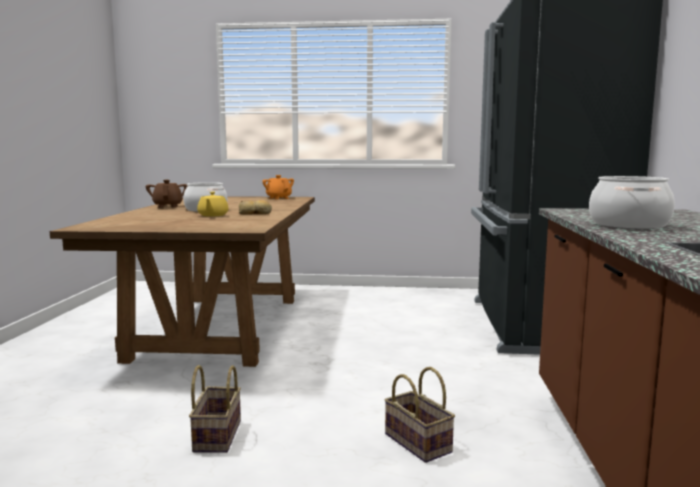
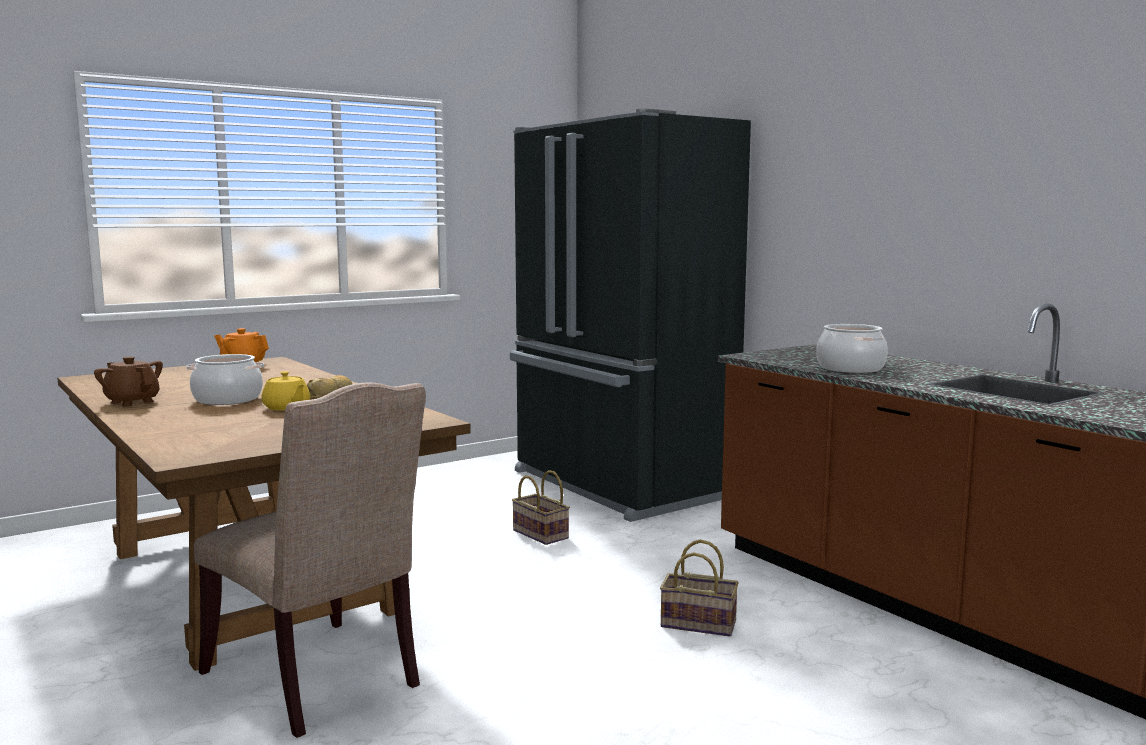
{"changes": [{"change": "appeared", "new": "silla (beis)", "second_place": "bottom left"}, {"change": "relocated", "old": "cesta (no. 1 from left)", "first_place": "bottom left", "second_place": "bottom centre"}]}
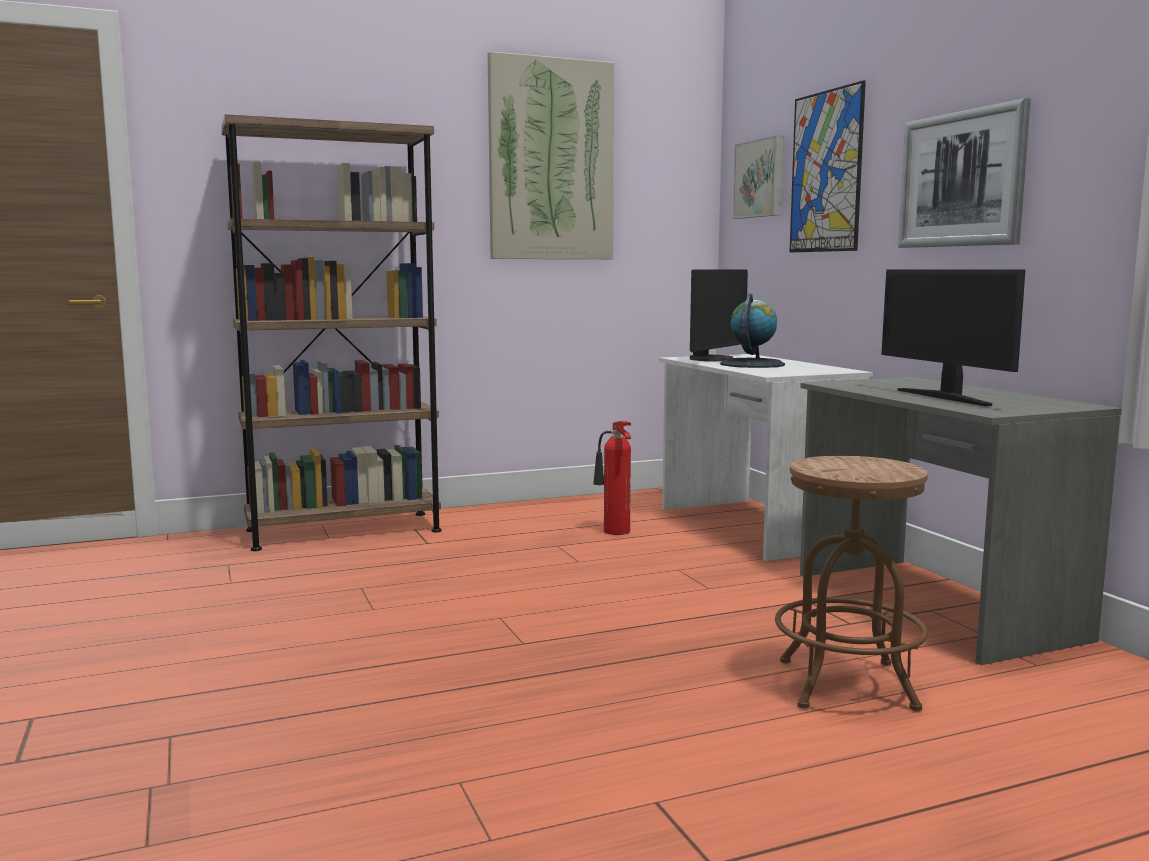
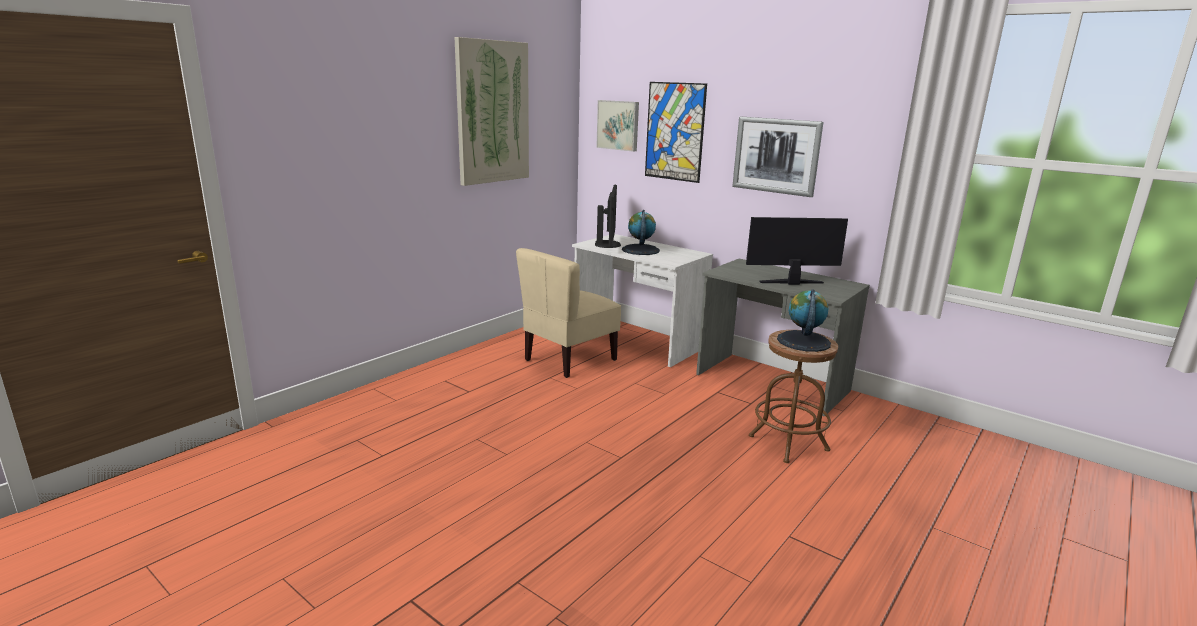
{"changes": [{"change": "missing", "old": "estantería (marrón)", "first_place": "middle left"}, {"change": "appeared", "new": "globo terráqueo (no. 2 from left)", "second_place": "middle right"}, {"change": "exchanged", "old": "extintor", "new": "silla (beis)", "first_place": "centre", "second_place": "centre"}, {"change": "spun", "old": "monitor (no. 2 from left)", "first_place": "middle right", "second_place": "centre", "degrees": 135}]}
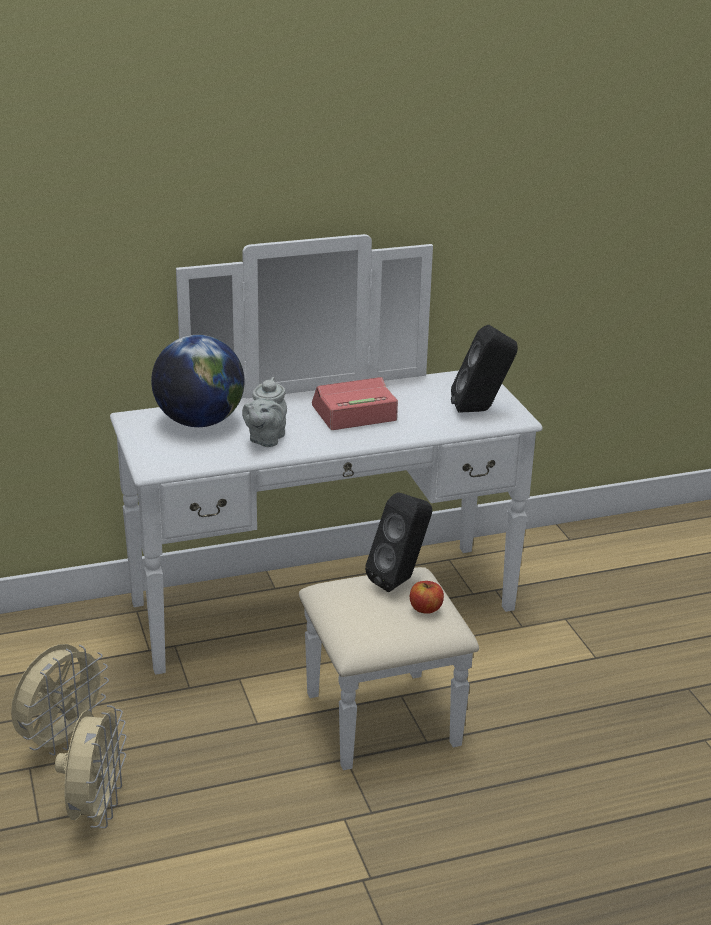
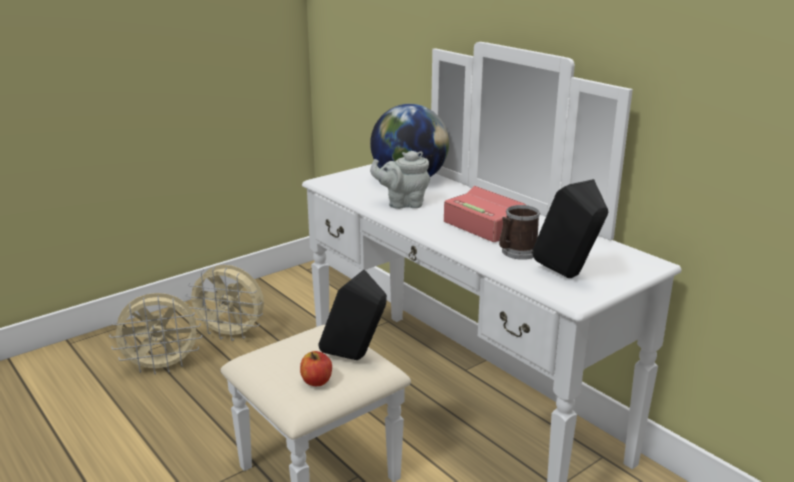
{"changes": [{"change": "appeared", "new": "taza grande", "second_place": "centre"}]}
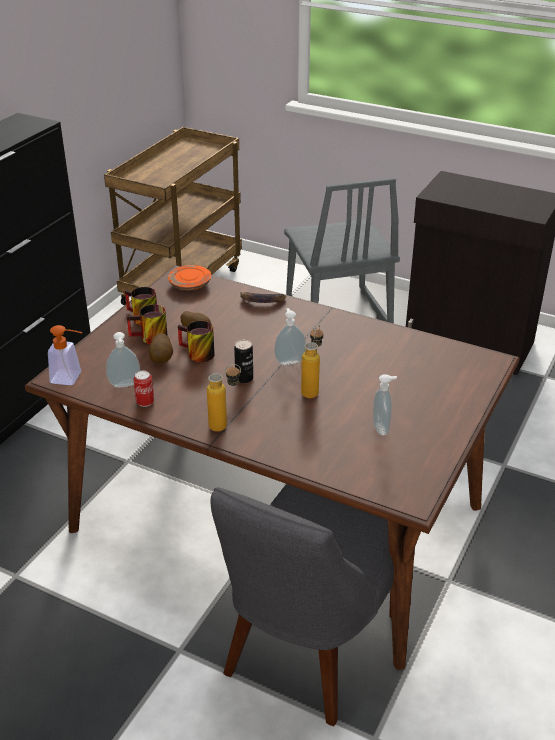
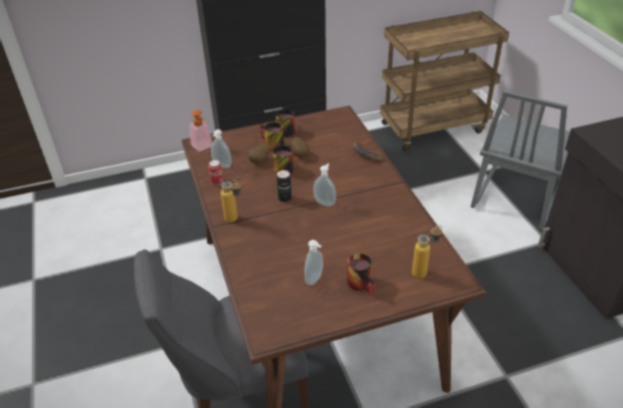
{"changes": [{"change": "missing", "old": "plato (naranja)", "first_place": "centre"}, {"change": "appeared", "new": "taza grande (no. 4 from left)", "second_place": "bottom centre"}, {"change": "relocated", "old": "botella (no. 2 from left)", "first_place": "centre", "second_place": "middle right"}]}
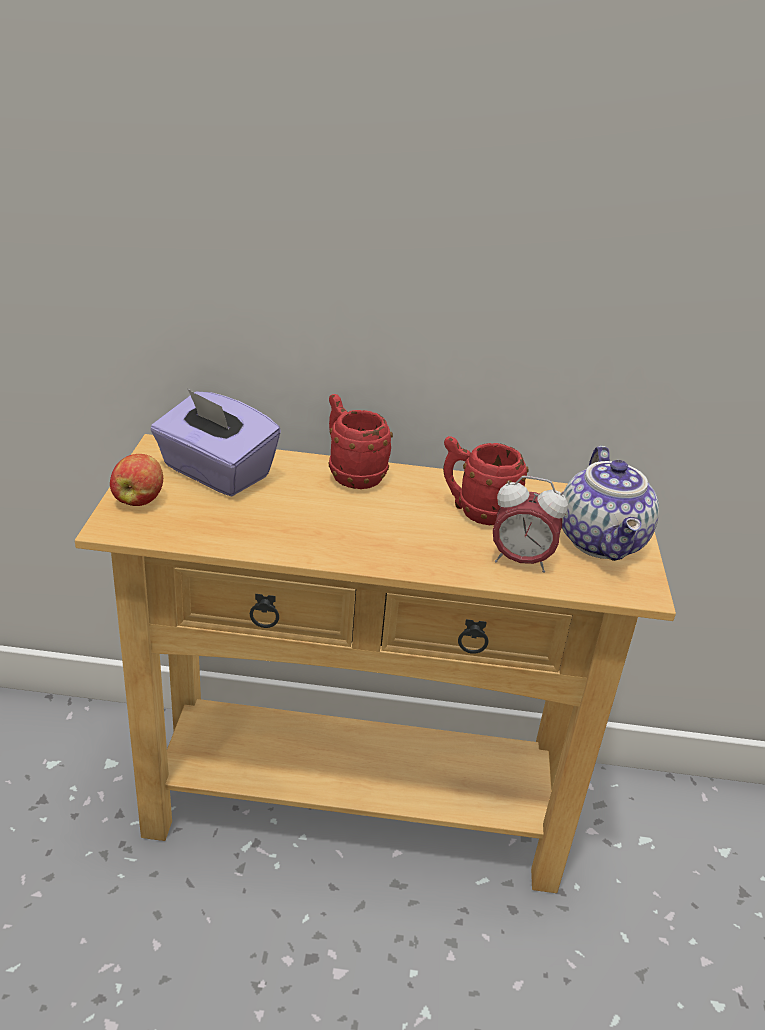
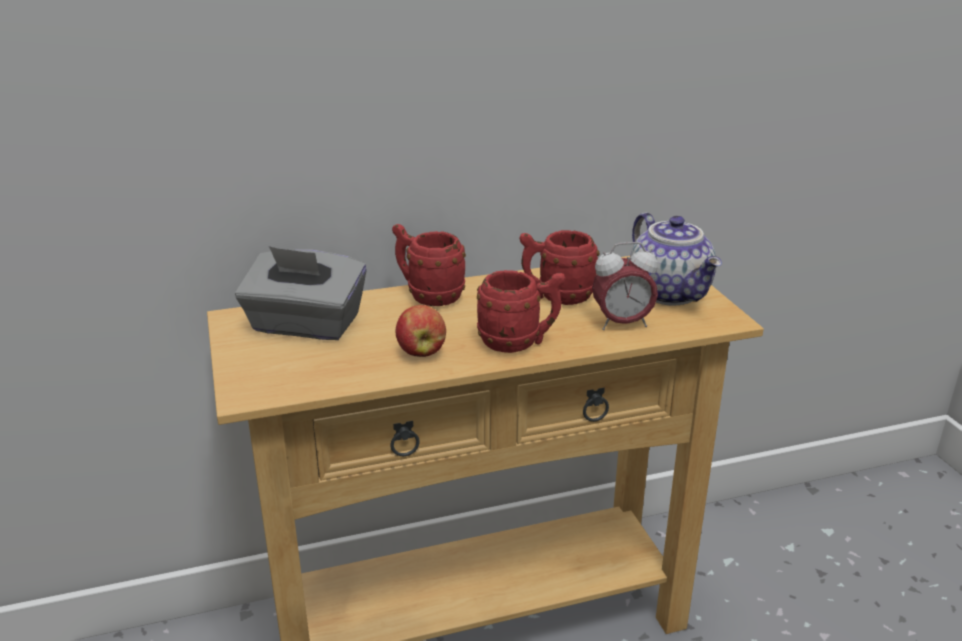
{"changes": [{"change": "appeared", "new": "taza grande (rojo) (no. 2 from left)", "second_place": "centre"}, {"change": "relocated", "old": "manzana", "first_place": "middle left", "second_place": "centre"}, {"change": "colour", "old": "caja de pañuelos (morado)", "new": "caja de pañuelos (gris)", "first_place": "middle left", "second_place": "middle left"}]}
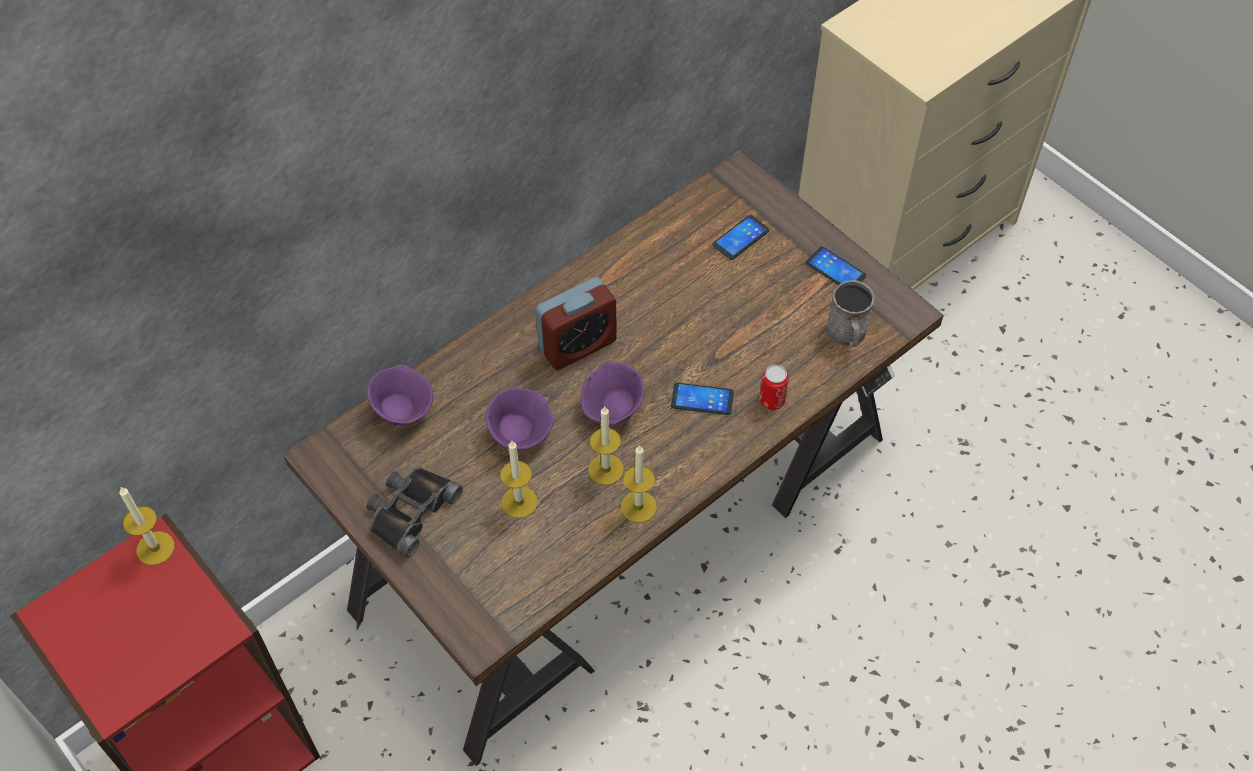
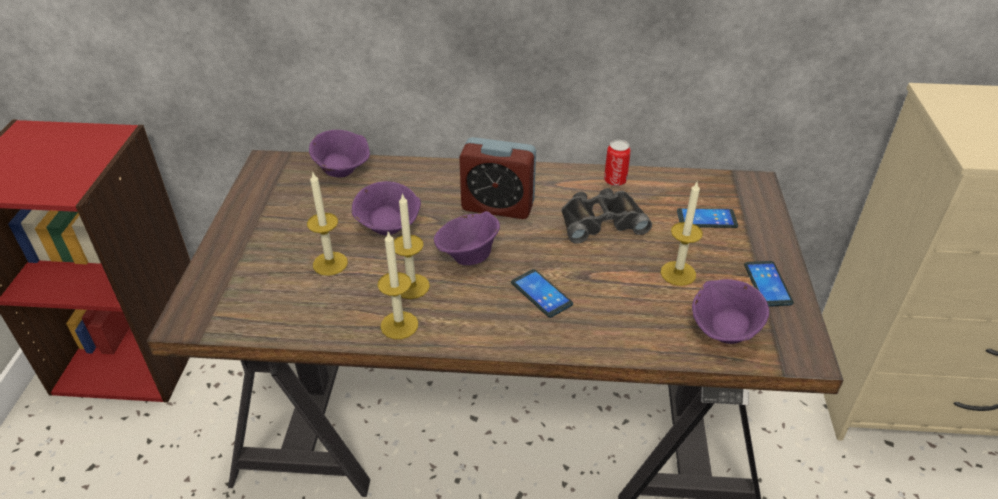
{"changes": [{"change": "relocated", "old": "vela (no. 1 from left in the first image)", "new": "vela (no. 4 from left)", "first_place": "bottom left", "second_place": "middle right"}, {"change": "relocated", "old": "prismáticos (negro)", "first_place": "middle left", "second_place": "centre"}, {"change": "relocated", "old": "lata", "first_place": "centre", "second_place": "top centre"}, {"change": "exchanged", "old": "taza grande (gris)", "new": "cuenco (morado) (no. 4 from left)", "first_place": "middle right", "second_place": "middle right"}]}
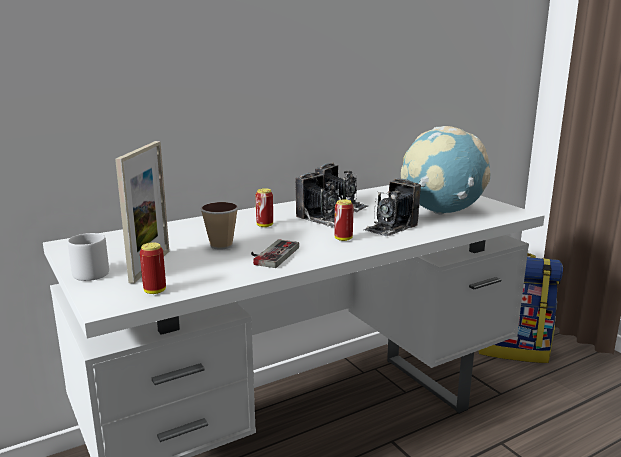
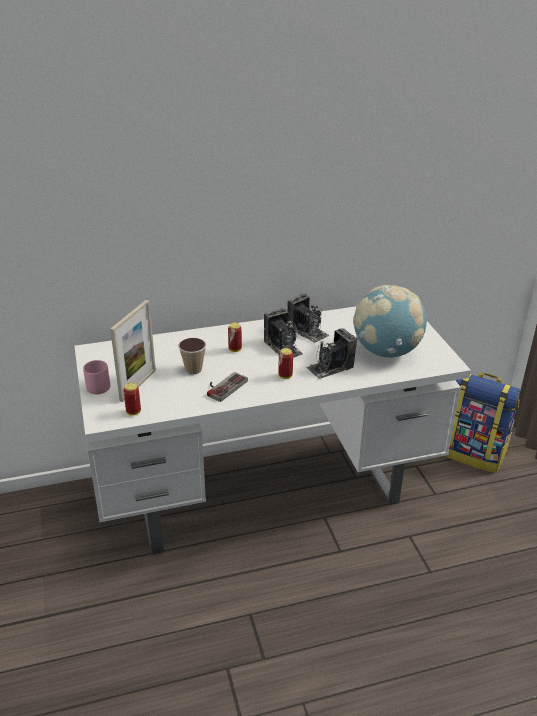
{"changes": [{"change": "colour", "old": "taza grande (gris)", "new": "taza grande (rosa)", "first_place": "middle left", "second_place": "middle left"}]}
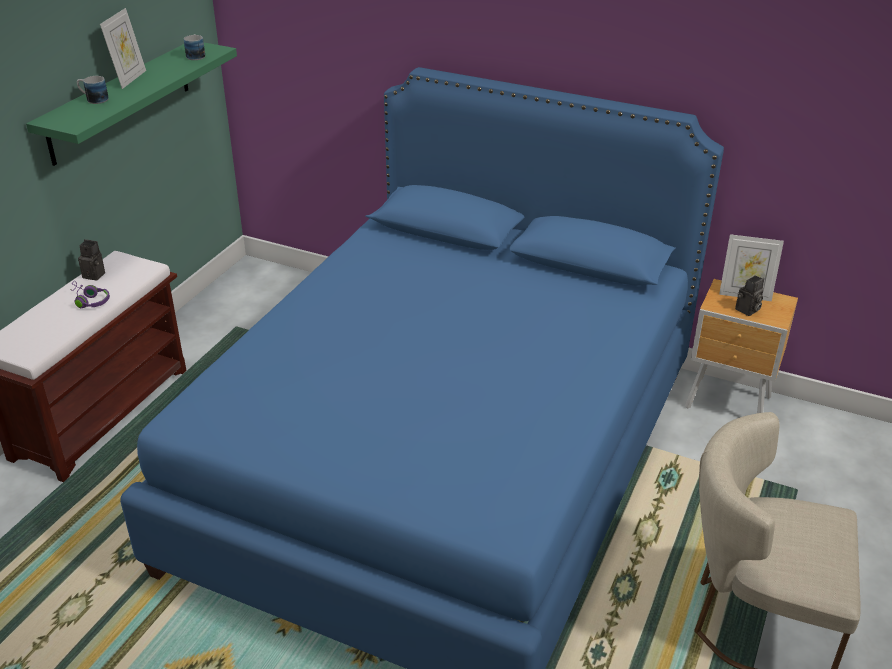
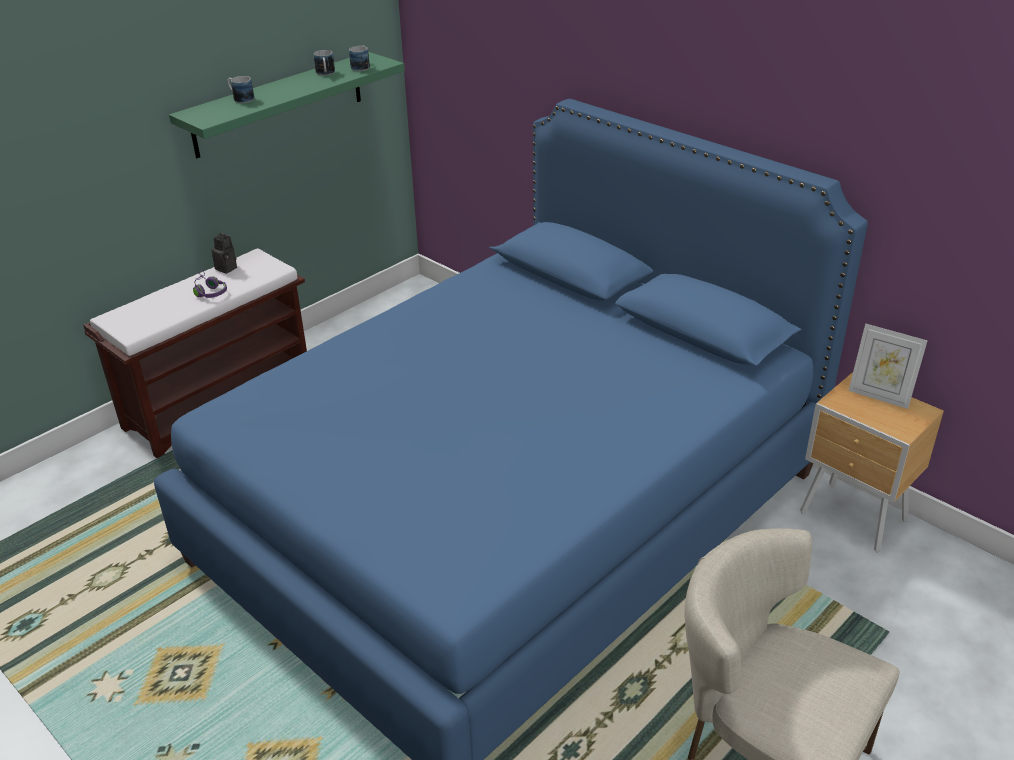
{"changes": [{"change": "missing", "old": "portarretratos (no. 1 from left)", "first_place": "top left"}, {"change": "missing", "old": "cámara (no. 2 from left)", "first_place": "middle right"}, {"change": "appeared", "new": "taza grande (no. 2 from left)", "second_place": "top left"}]}
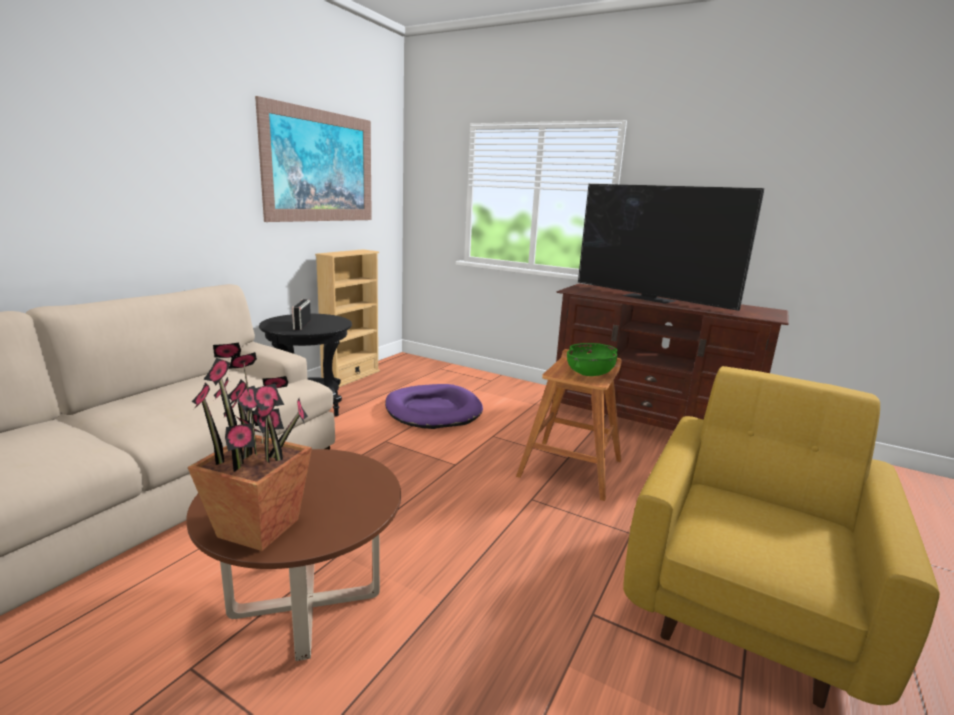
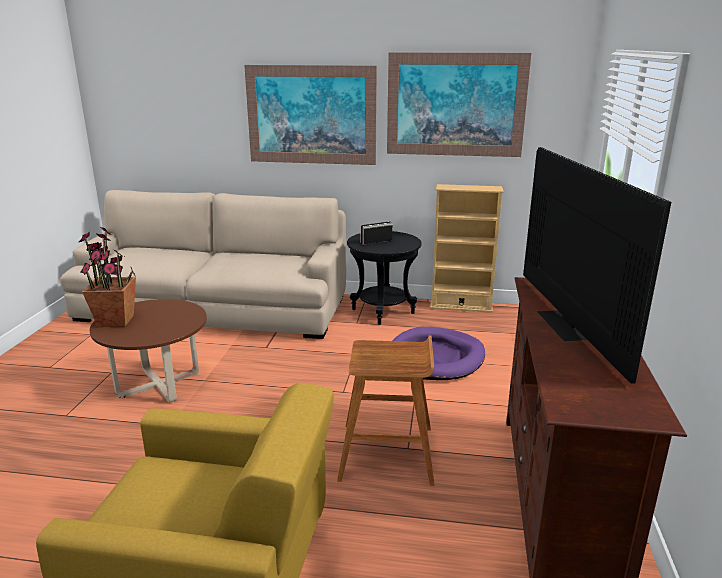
{"changes": [{"change": "missing", "old": "cuenco (verde)", "first_place": "centre"}, {"change": "appeared", "new": "cuadro (no. 1 from left)", "second_place": "top centre"}, {"change": "spun", "old": "televisor", "first_place": "middle right", "second_place": "middle right", "degrees": 150}]}
